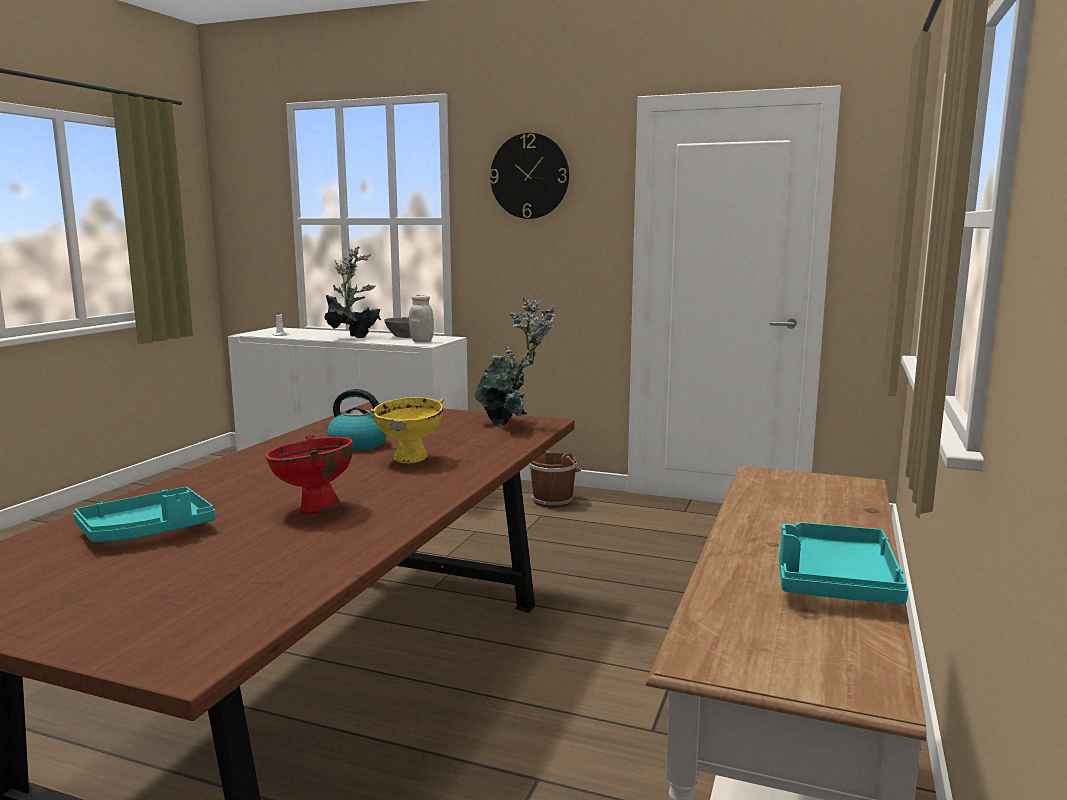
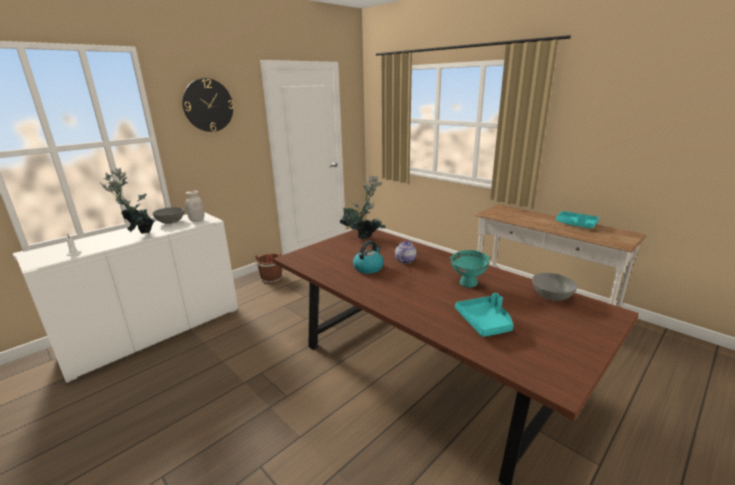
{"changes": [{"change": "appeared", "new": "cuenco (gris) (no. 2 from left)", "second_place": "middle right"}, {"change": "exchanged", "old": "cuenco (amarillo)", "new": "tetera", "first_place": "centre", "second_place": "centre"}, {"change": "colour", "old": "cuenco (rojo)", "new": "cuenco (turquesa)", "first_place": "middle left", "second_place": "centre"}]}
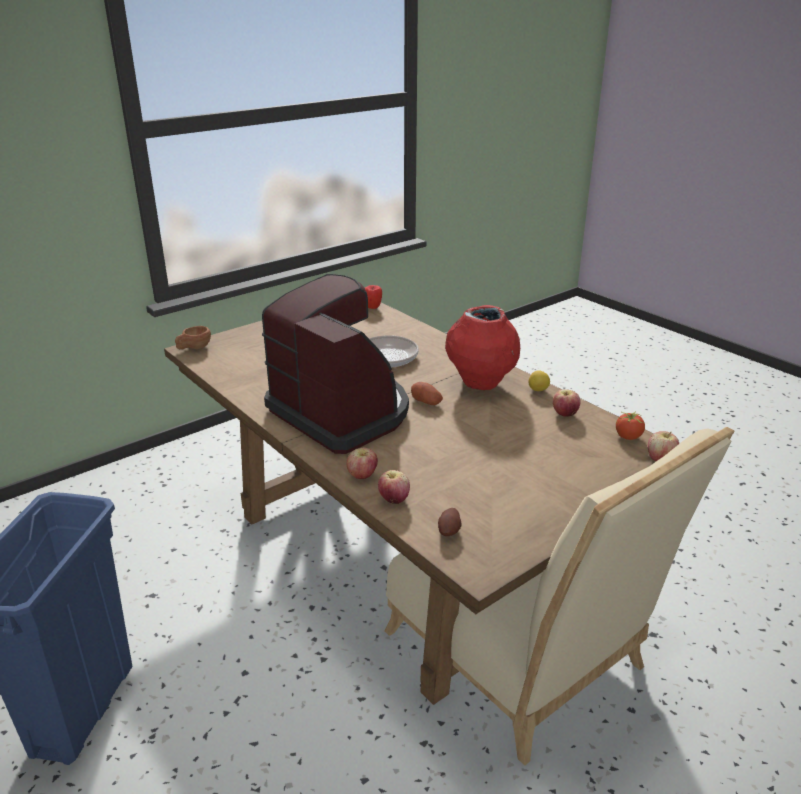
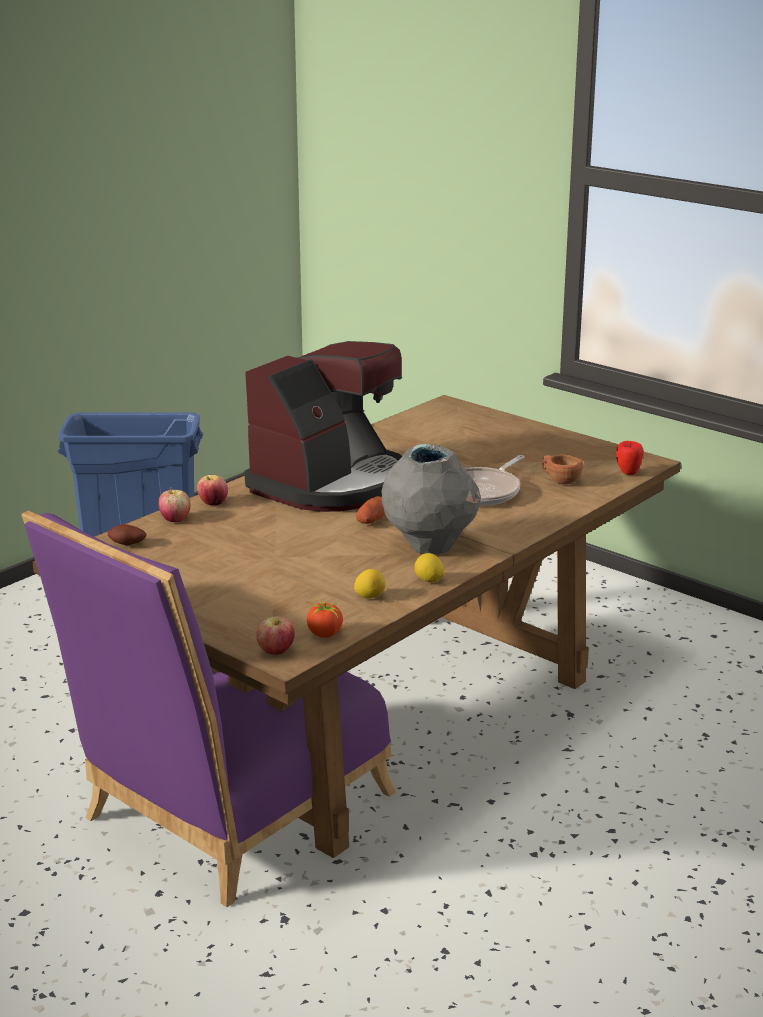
{"changes": [{"change": "relocated", "old": "taza (marrón)", "first_place": "middle left", "second_place": "middle right"}, {"change": "exchanged", "old": "manzana (no. 4 from left)", "new": "limón (no. 1 from left)", "first_place": "middle right", "second_place": "centre"}, {"change": "colour", "old": "silla (beis)", "new": "silla (morado)", "first_place": "bottom right", "second_place": "bottom left"}, {"change": "colour", "old": "florero (rojo)", "new": "florero (gris)", "first_place": "centre", "second_place": "centre"}]}
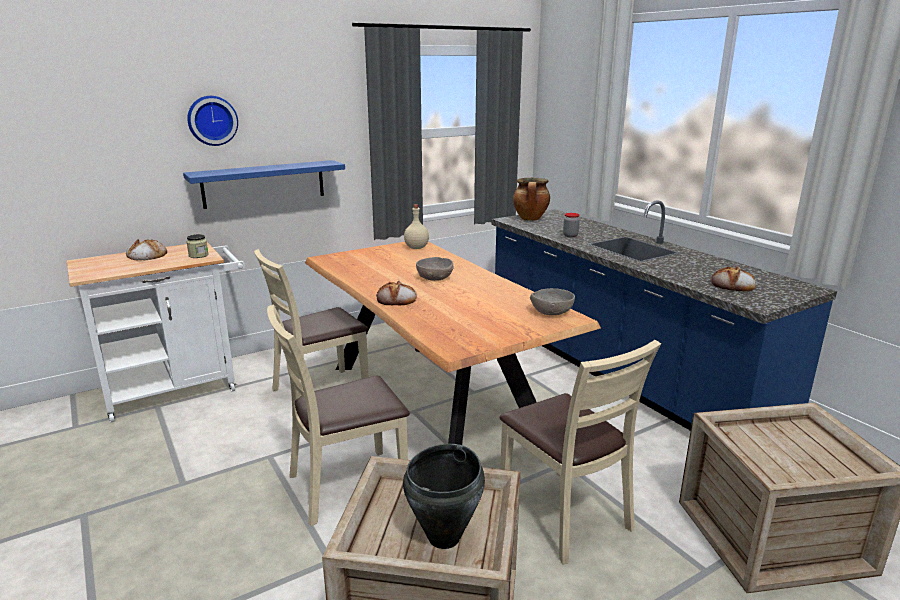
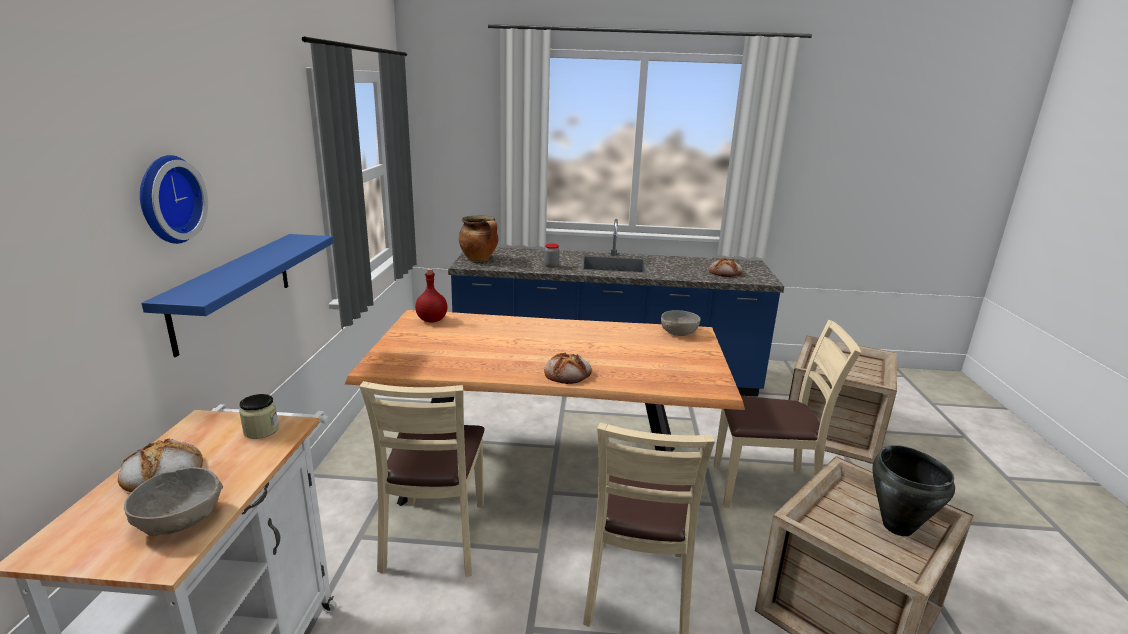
{"changes": [{"change": "relocated", "old": "cuenco (gris) (no. 1 from left)", "first_place": "centre", "second_place": "bottom left"}, {"change": "colour", "old": "botella (beis)", "new": "botella (rojo)", "first_place": "centre", "second_place": "centre"}]}
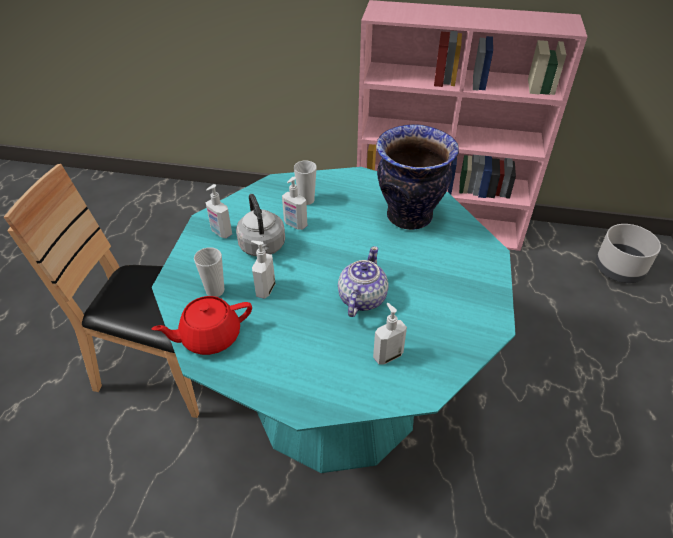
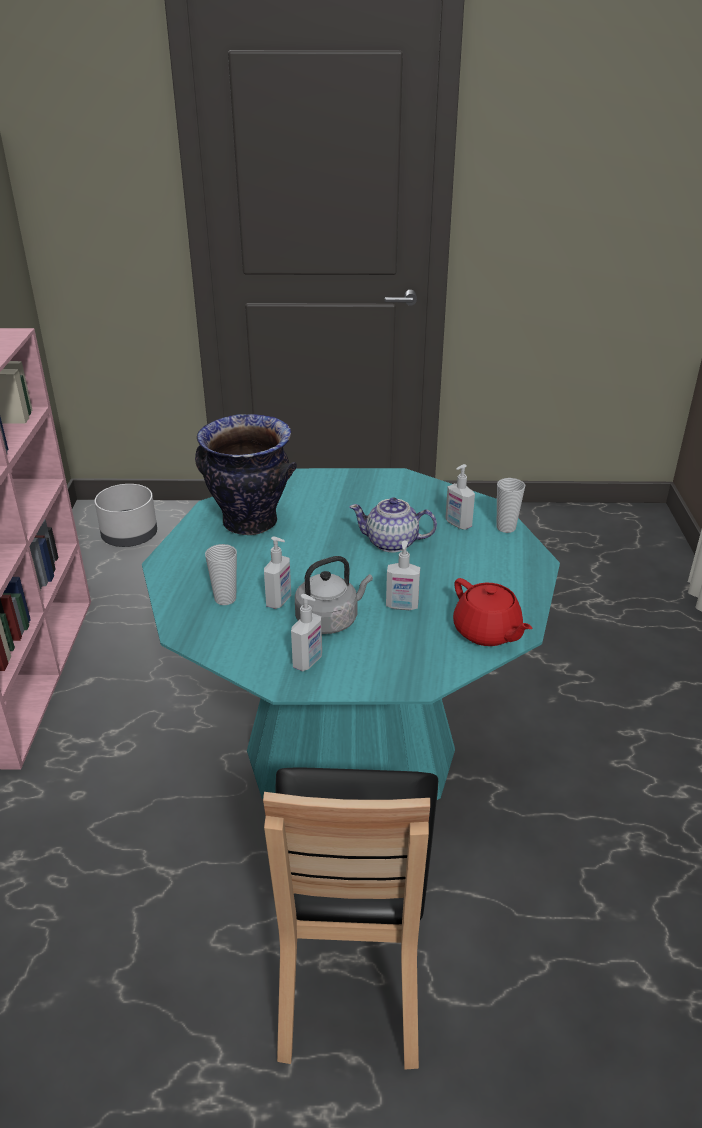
{"changes": [{"change": "relocated", "old": "taza (no. 1 from left in the first image)", "new": "taza (no. 2 from left)", "first_place": "middle left", "second_place": "middle right"}]}
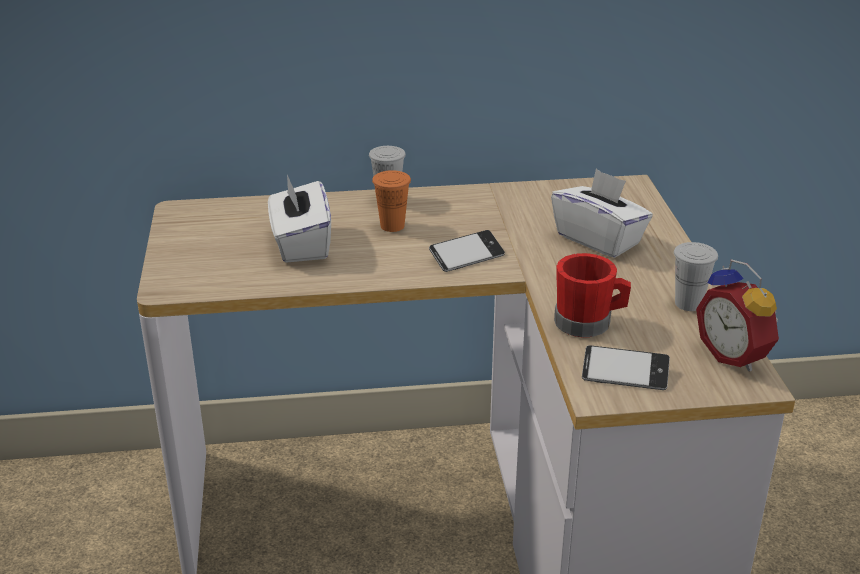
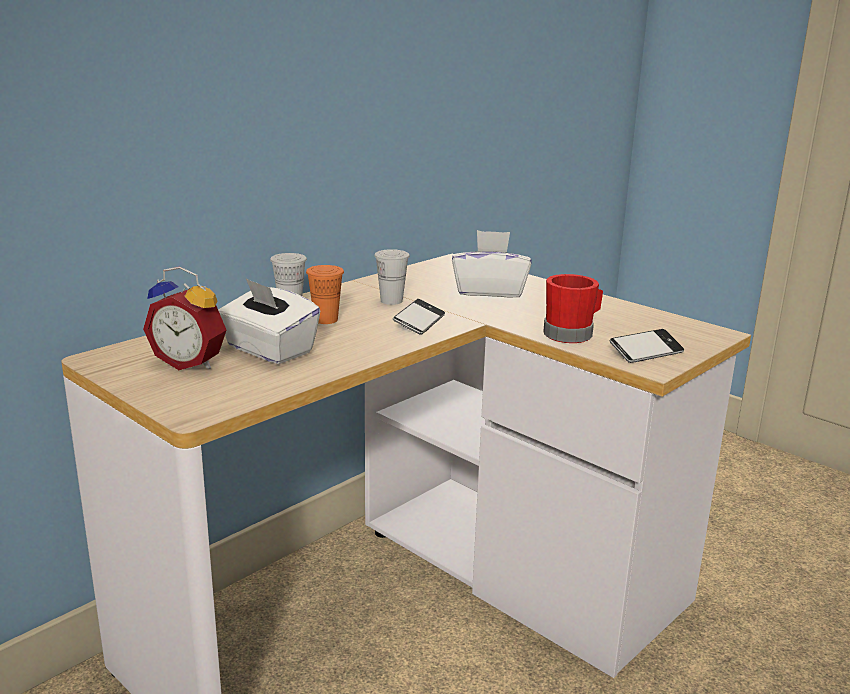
{"changes": [{"change": "relocated", "old": "taza (blanco) (no. 2 from left)", "first_place": "middle right", "second_place": "centre"}, {"change": "relocated", "old": "despertador", "first_place": "middle right", "second_place": "middle left"}]}
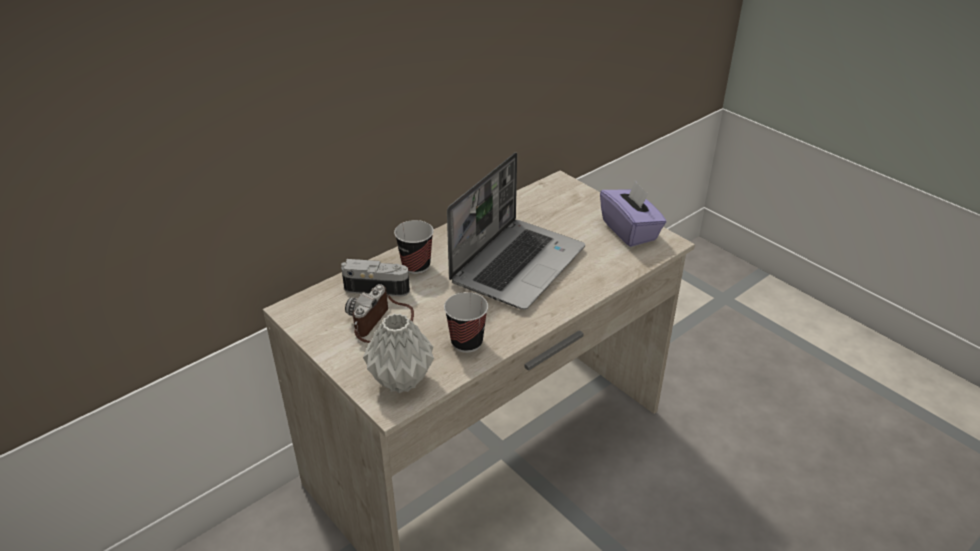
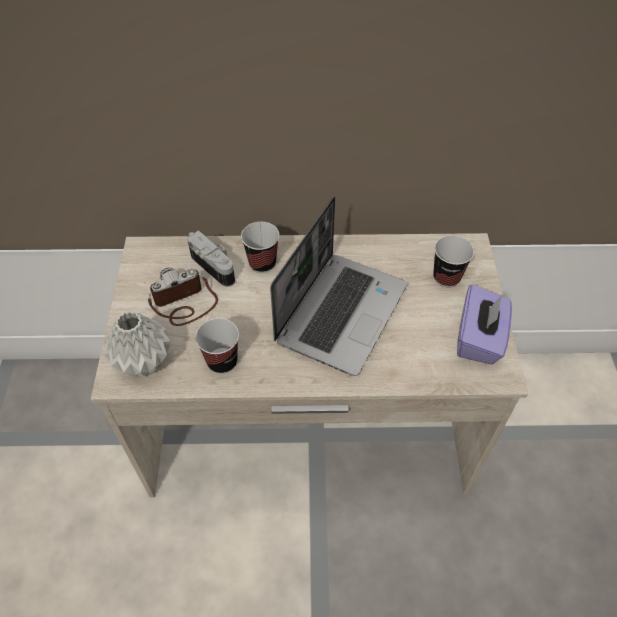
{"changes": [{"change": "appeared", "new": "taza (no. 3 from left)", "second_place": "middle right"}, {"change": "spun", "old": "portátil", "first_place": "centre", "second_place": "centre", "degrees": -45}]}
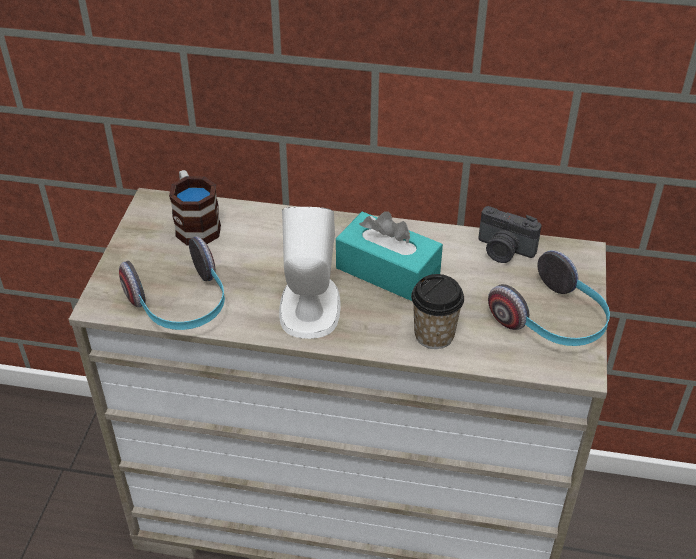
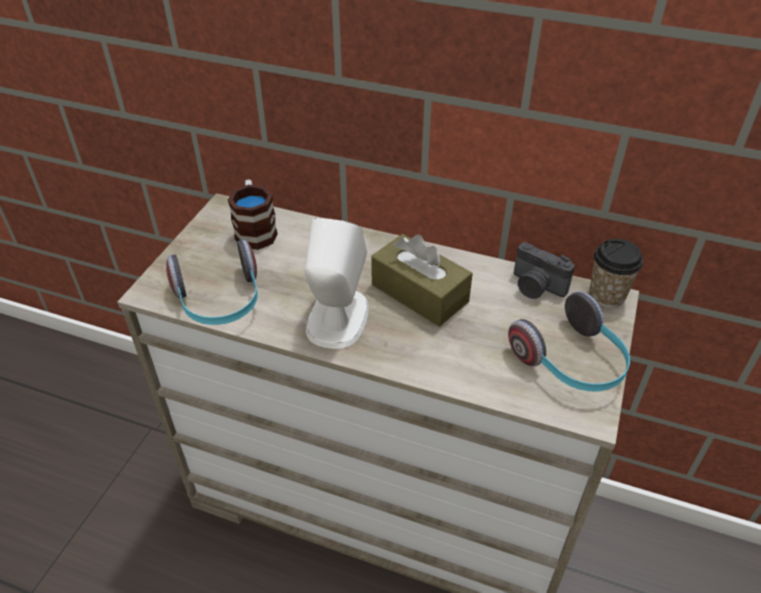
{"changes": [{"change": "relocated", "old": "taza", "first_place": "centre", "second_place": "middle right"}, {"change": "colour", "old": "caja de pañuelos (turquesa)", "new": "caja de pañuelos (marrón)", "first_place": "centre", "second_place": "centre"}]}
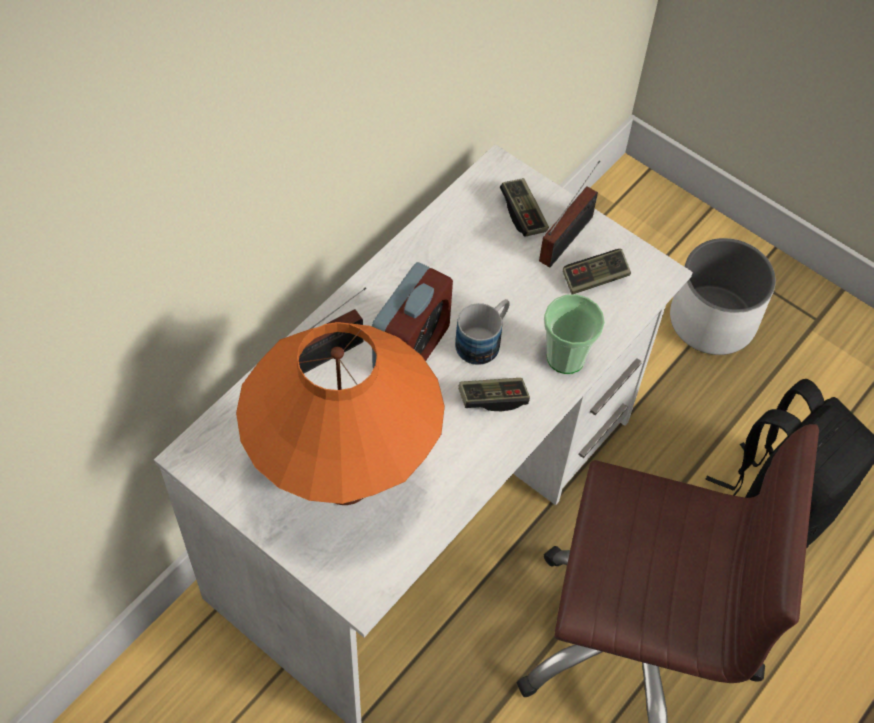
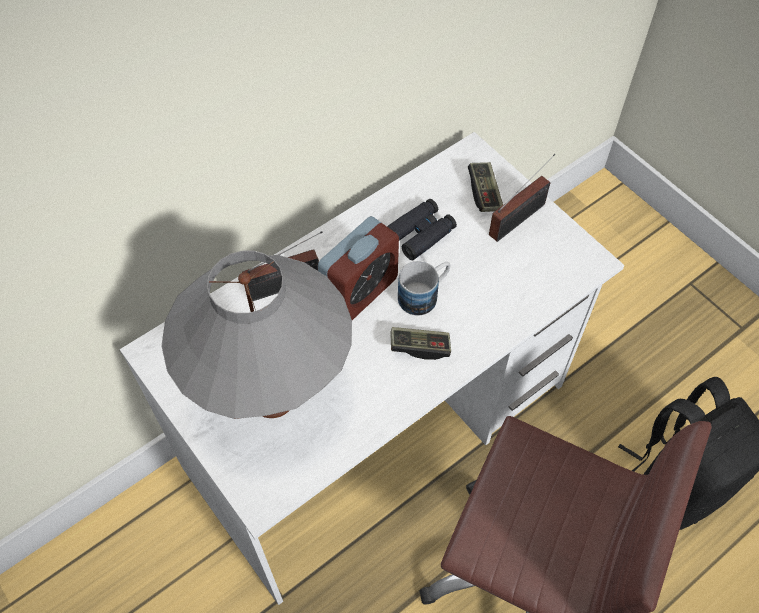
{"changes": [{"change": "missing", "old": "taza", "first_place": "centre"}, {"change": "missing", "old": "mando de consola (no. 3 from left)", "first_place": "middle right"}, {"change": "missing", "old": "maceta (blanco)", "first_place": "middle right"}, {"change": "appeared", "new": "prismáticos (negro)", "second_place": "centre"}, {"change": "colour", "old": "lámpara de mesa (naranja)", "new": "lámpara de mesa (gris)", "first_place": "centre", "second_place": "centre"}]}
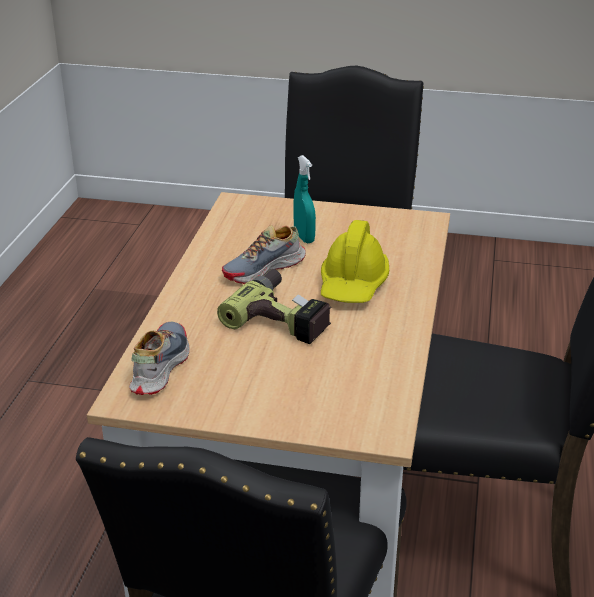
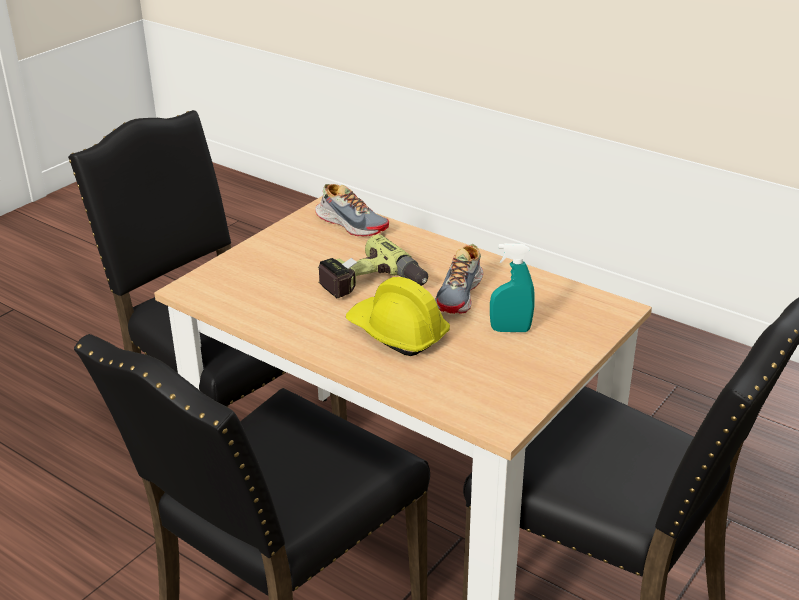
{"changes": [{"change": "spun", "old": "zapato (no. 2 from left)", "first_place": "centre", "second_place": "centre", "degrees": -150}]}
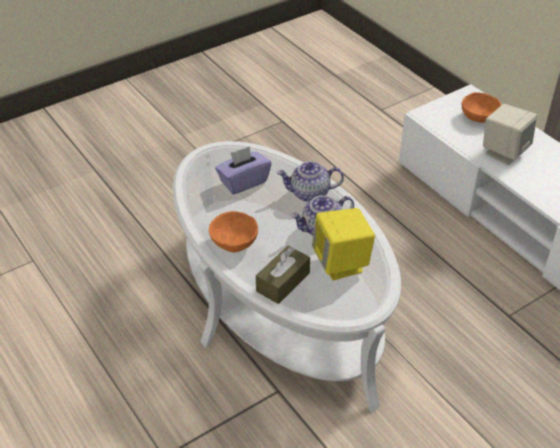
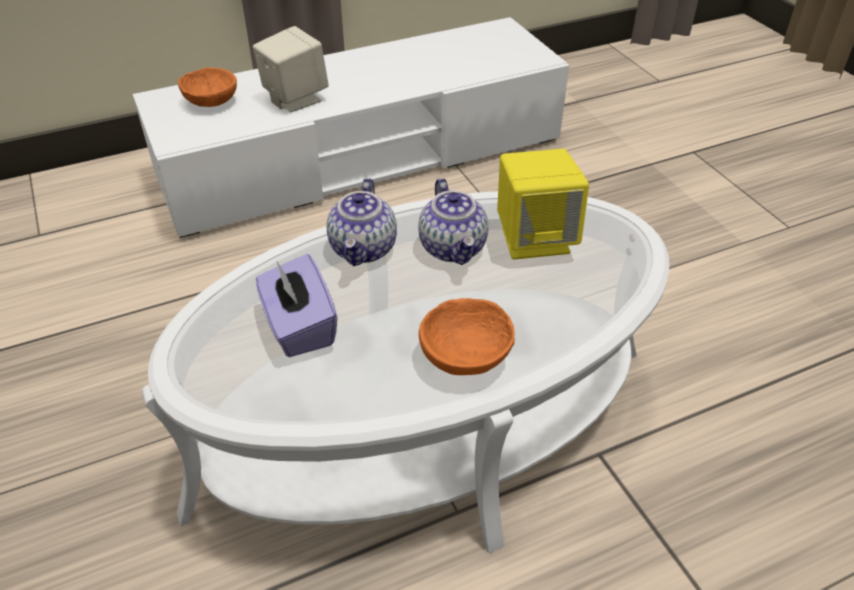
{"changes": [{"change": "missing", "old": "caja de pañuelos (marrón)", "first_place": "centre"}]}
